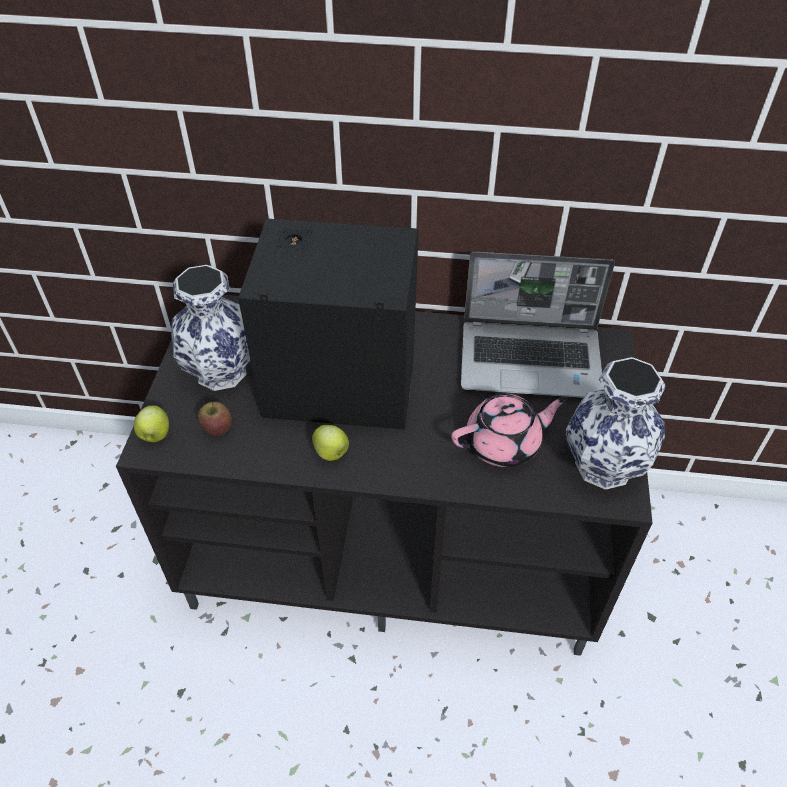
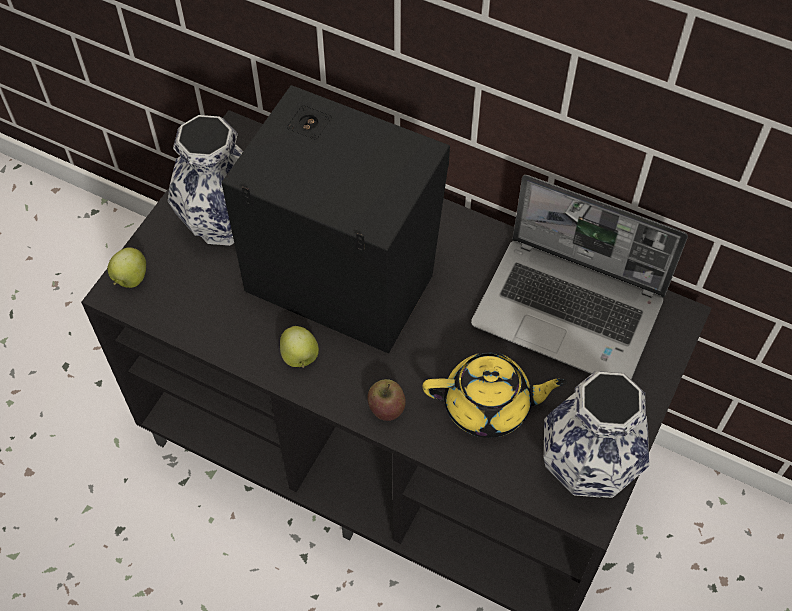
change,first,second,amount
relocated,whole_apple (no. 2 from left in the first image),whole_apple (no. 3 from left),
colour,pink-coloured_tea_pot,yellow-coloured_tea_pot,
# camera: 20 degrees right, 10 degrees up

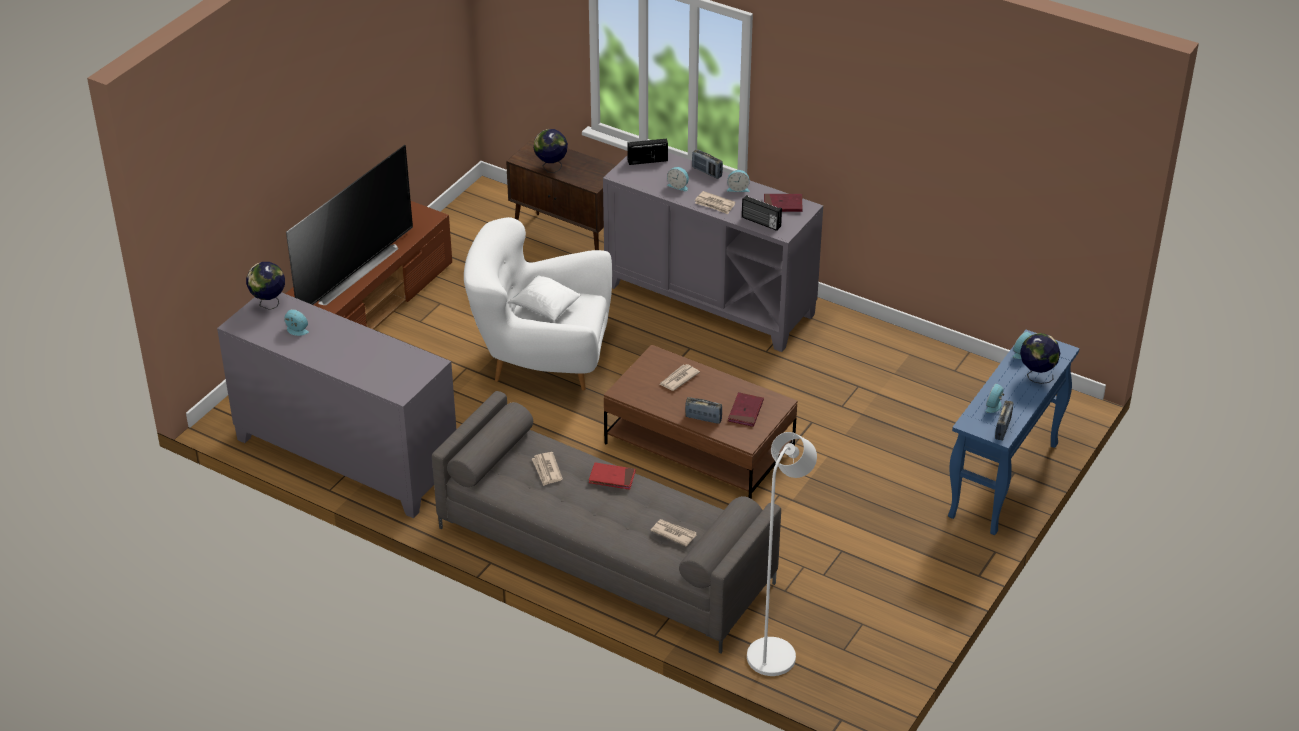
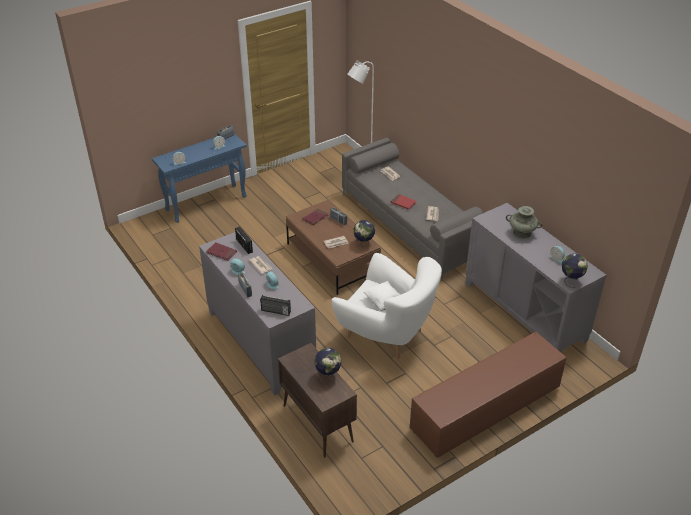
change,first,second,amount
missing,TV,,
relocated,globe (no. 3 from left in the first image),globe (no. 2 from left),
appeared,,turquoise-coloured_decorative_vase,
# camera: 155 degrees left, 0 degrees up

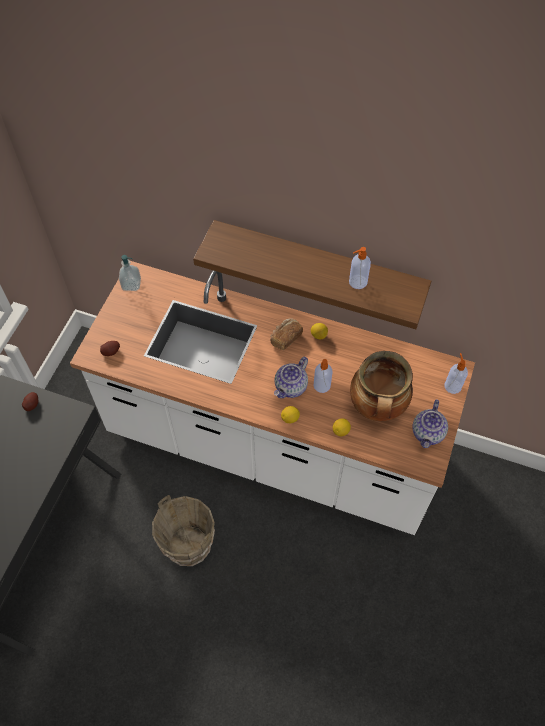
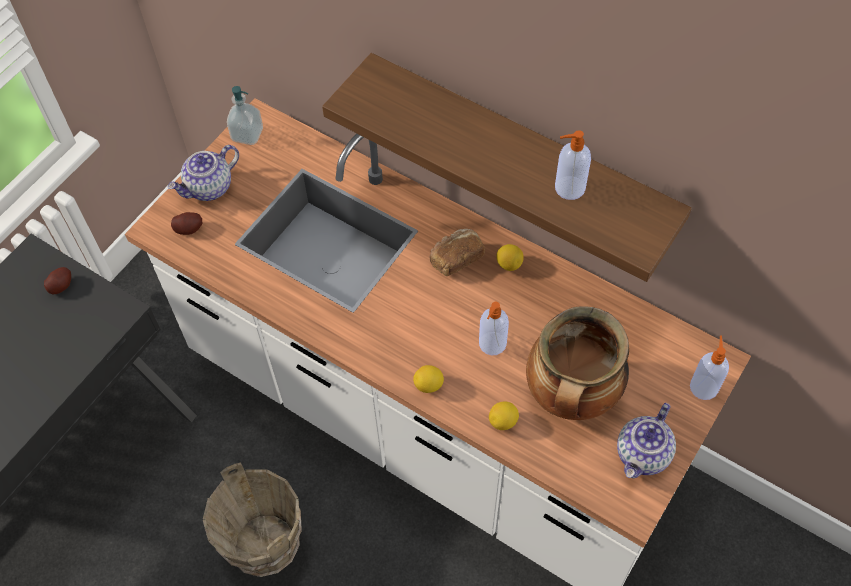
change,first,second,amount
relocated,tea_pot (no. 1 from left),,
# camera: 15 degrees right, 0 degrees up

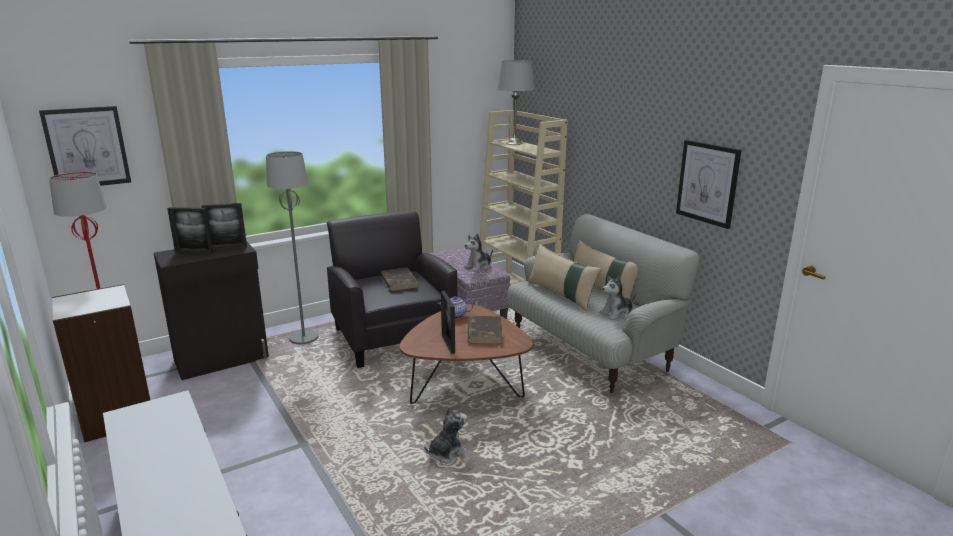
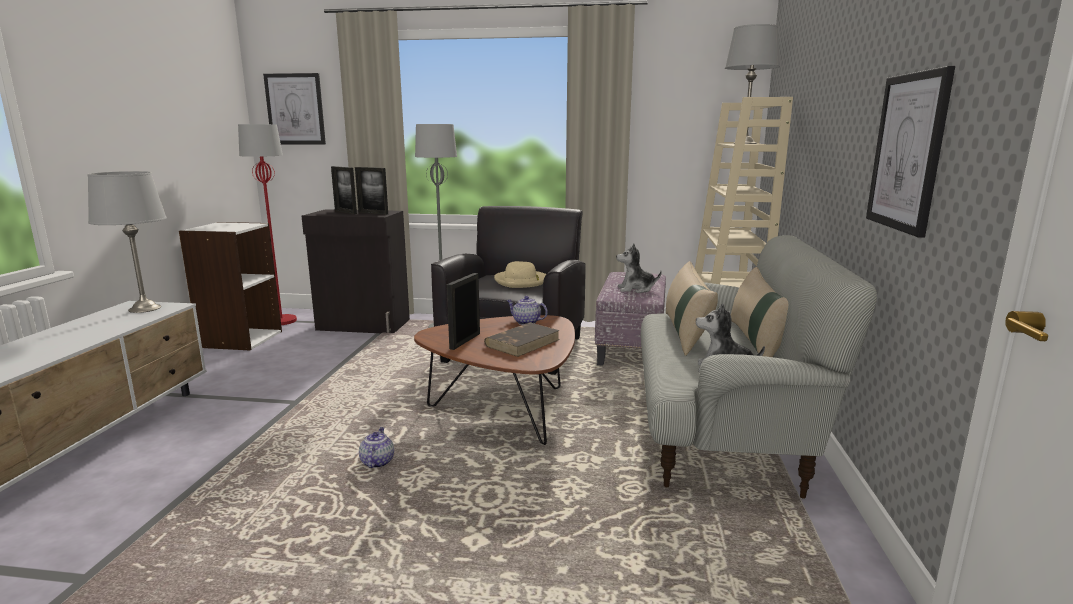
change,first,second,amount
exchanged,brown-coloured_bound_book (no. 1 from left),beige_clothing_hat,
exchanged,plush_toy (no. 1 from left),tea_pot (no. 1 from left),
appeared,,greyish_table_lamp (no. 1 from left),
# camera: 40 degrees right, 5 degrees down

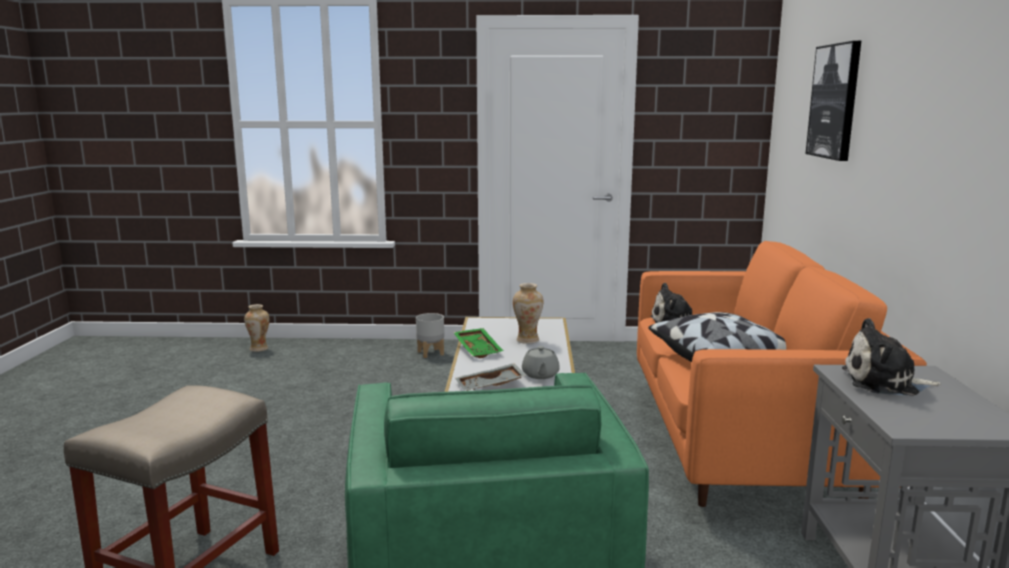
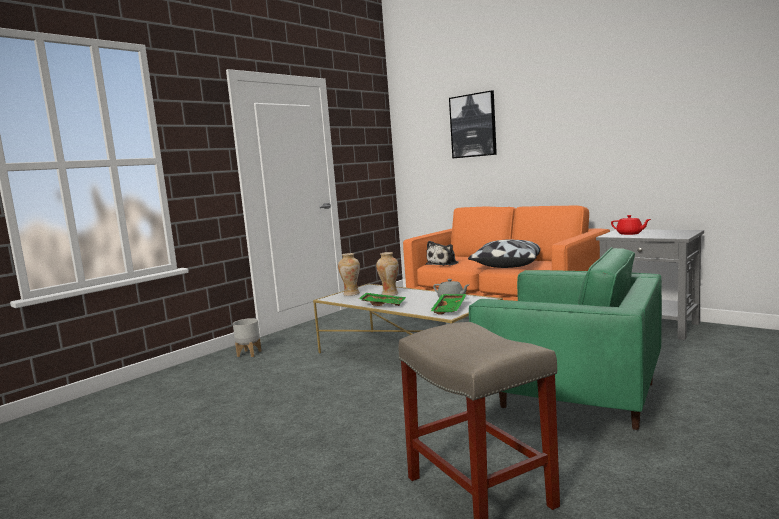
change,first,second,amount
relocated,decorative_vase (no. 1 from left),,
colour,greyish_serving_tray,green-coloured_serving_tray (no. 2 from left),
exchanged,plush_toy (no. 2 from left),red-coloured_tea_pot,
# camera: 50 degrees left, 5 degrees down

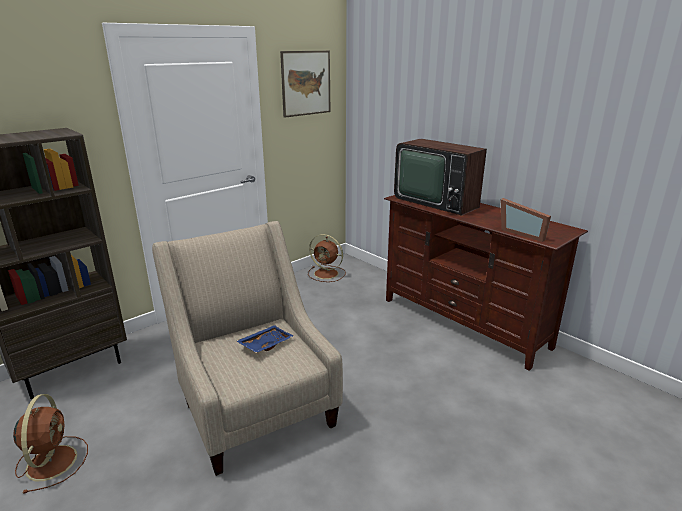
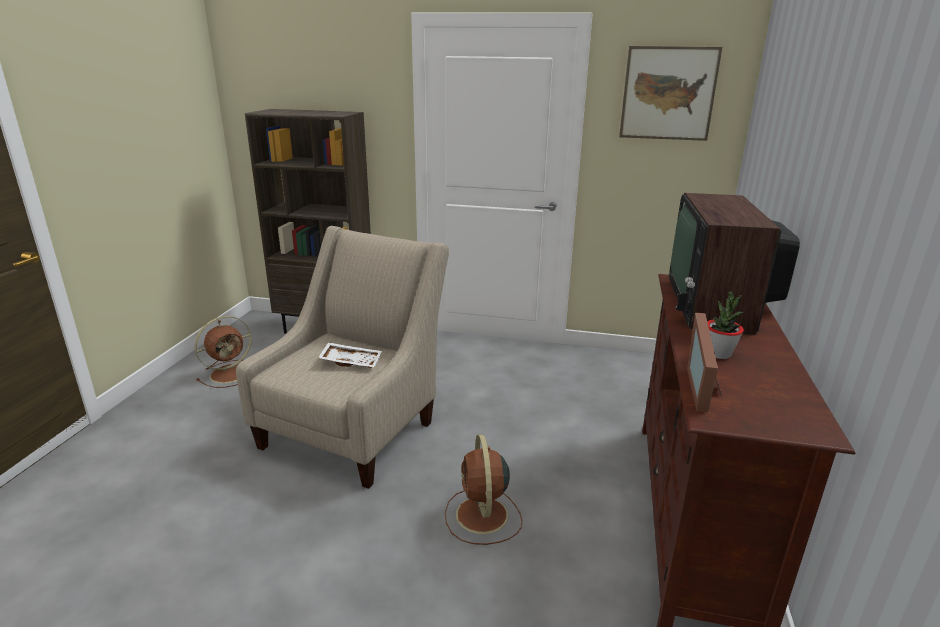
change,first,second,amount
colour,blue_serving_tray,white_serving_tray,
relocated,brown-coloured_cooling_fan (no. 2 from left),,
appeared,,houseplant,
# camera: 55 degrees right, 0 degrees up

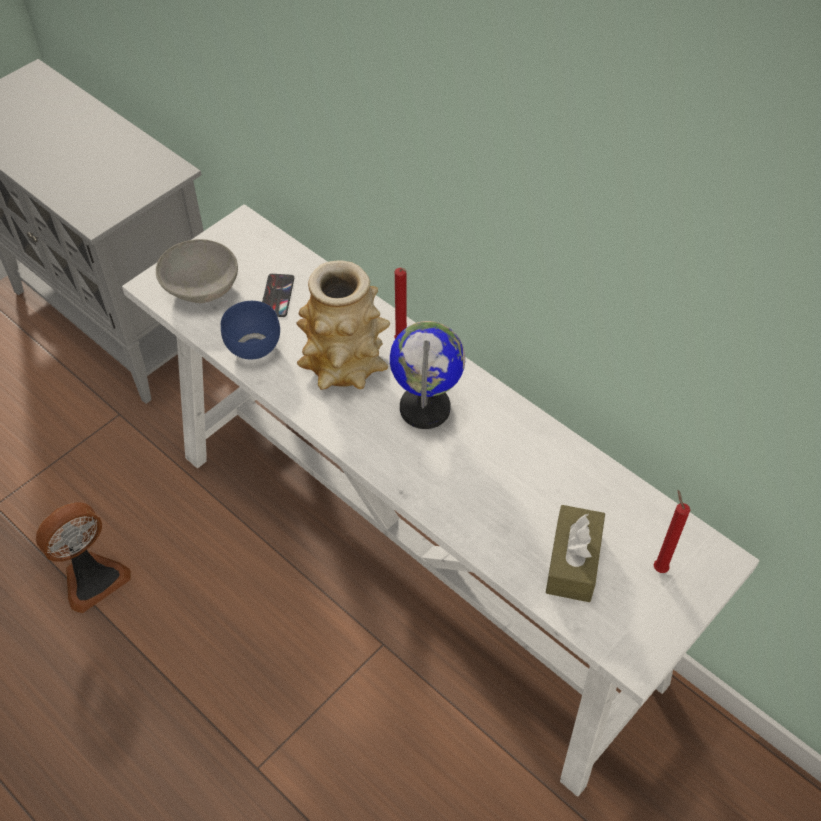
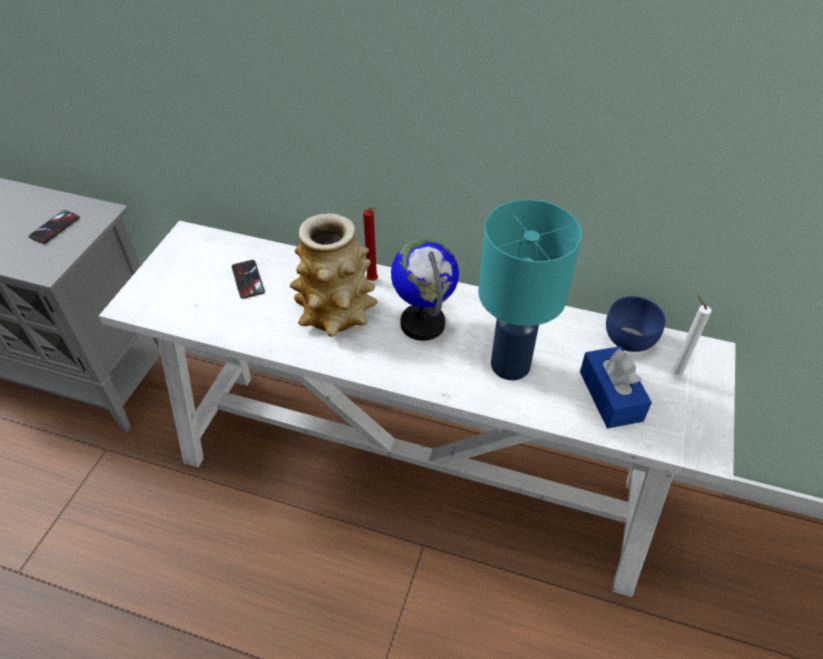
change,first,second,amount
missing,cooling_fan,,
missing,greyish_deep_dish,,
relocated,blue_deep_dish,,
colour,brown-coloured_box_of_tissues,blue_box_of_tissues,
colour,red-coloured_wax_light (no. 2 from left),white_wax_light,
appeared,,phone (no. 1 from left),
appeared,,turquoise-coloured_table_lamp,
# camera: 25 degrees left, 5 degrees down

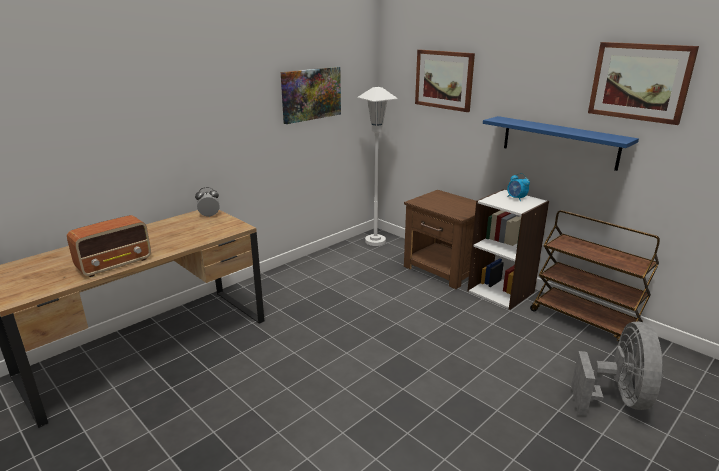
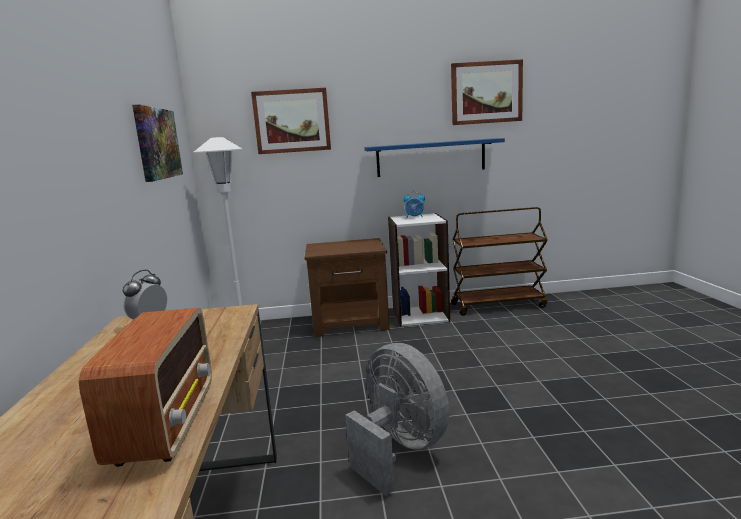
change,first,second,amount
relocated,greyish_cooling_fan,,
# camera: 50 degrees left, 10 degrees down

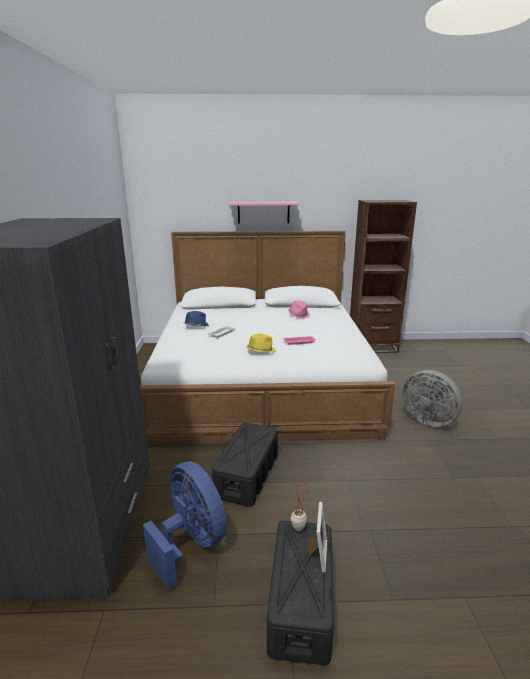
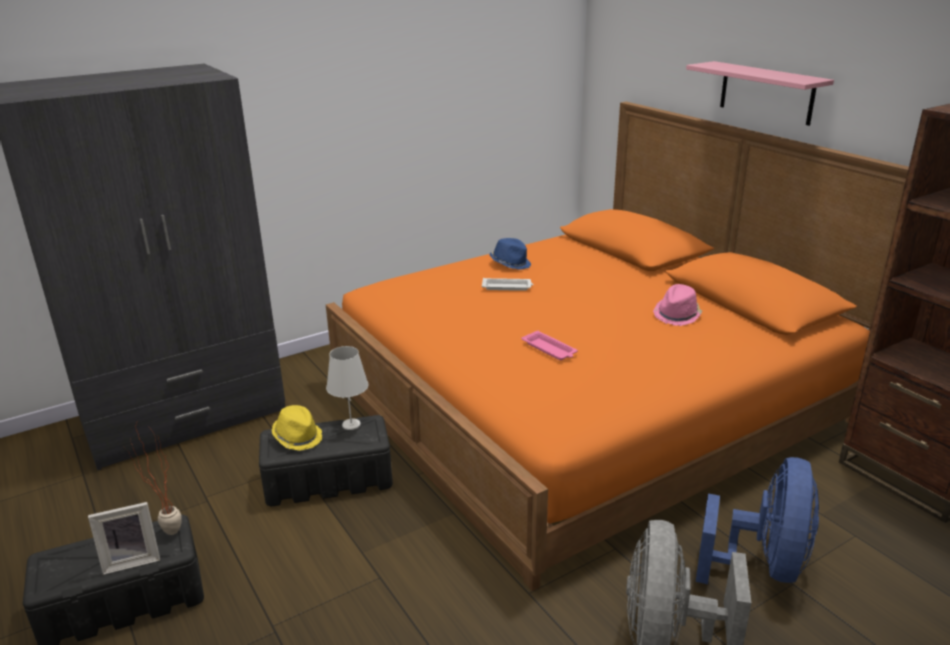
change,first,second,amount
colour,white_bedroom_bed,orangey_bedroom_bed,
relocated,blue_cooling_fan,,
relocated,yellow-coloured_clothing_hat,,
appeared,,white_table_lamp,
# camera: 60 degrees right, 5 degrees up

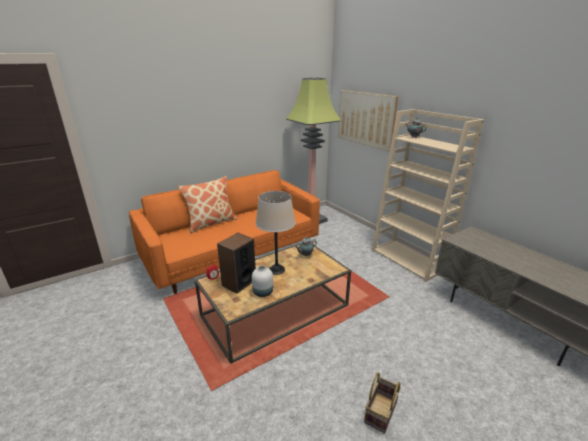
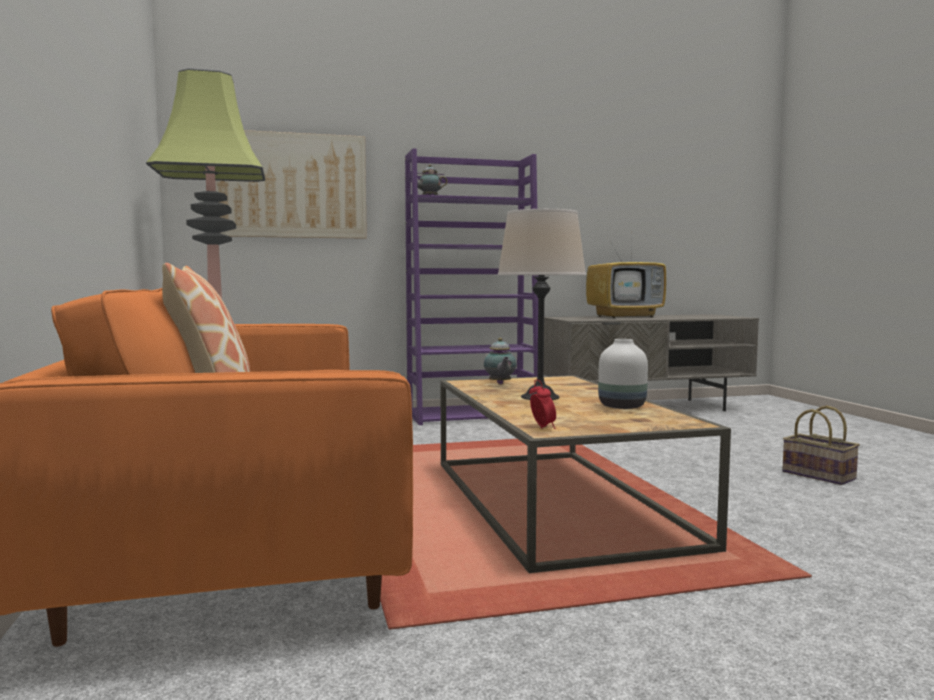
change,first,second,amount
missing,audio_speaker,,
colour,beige_bookshelf,purple-coloured_bookshelf,
appeared,,TV,
# camera: 70 degrees left, 20 degrees down

